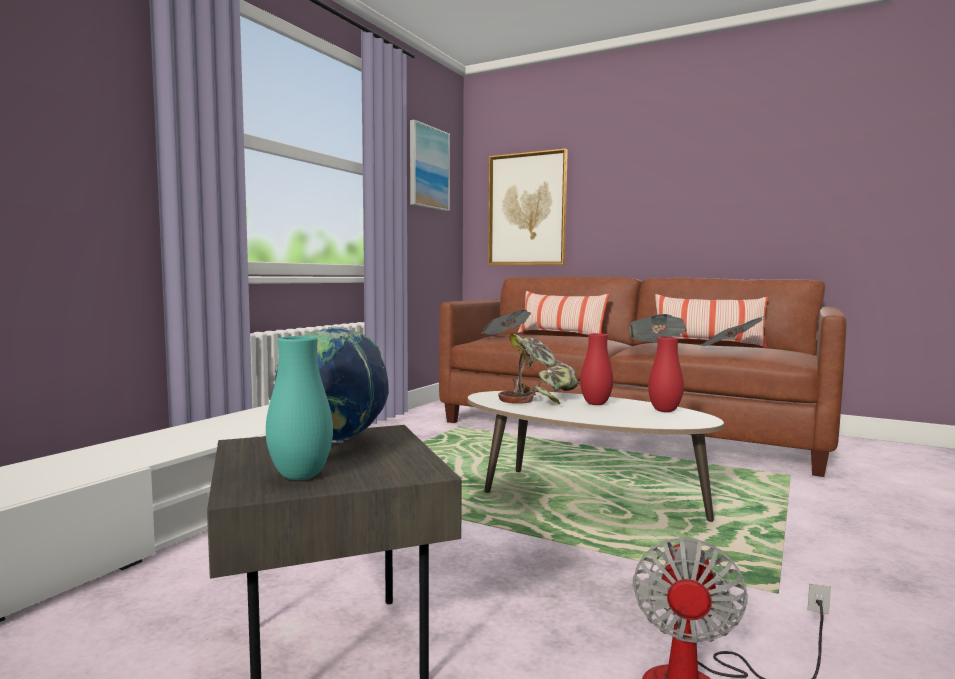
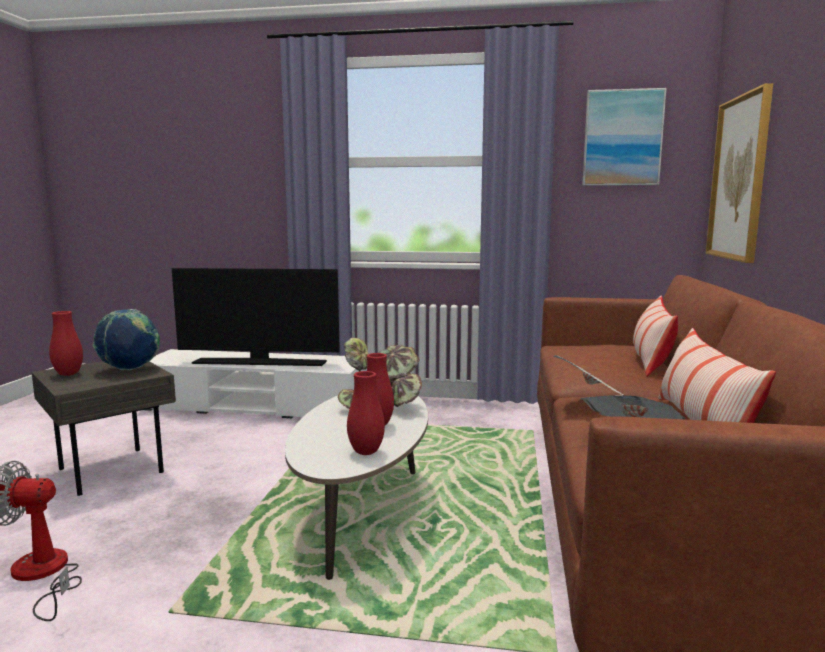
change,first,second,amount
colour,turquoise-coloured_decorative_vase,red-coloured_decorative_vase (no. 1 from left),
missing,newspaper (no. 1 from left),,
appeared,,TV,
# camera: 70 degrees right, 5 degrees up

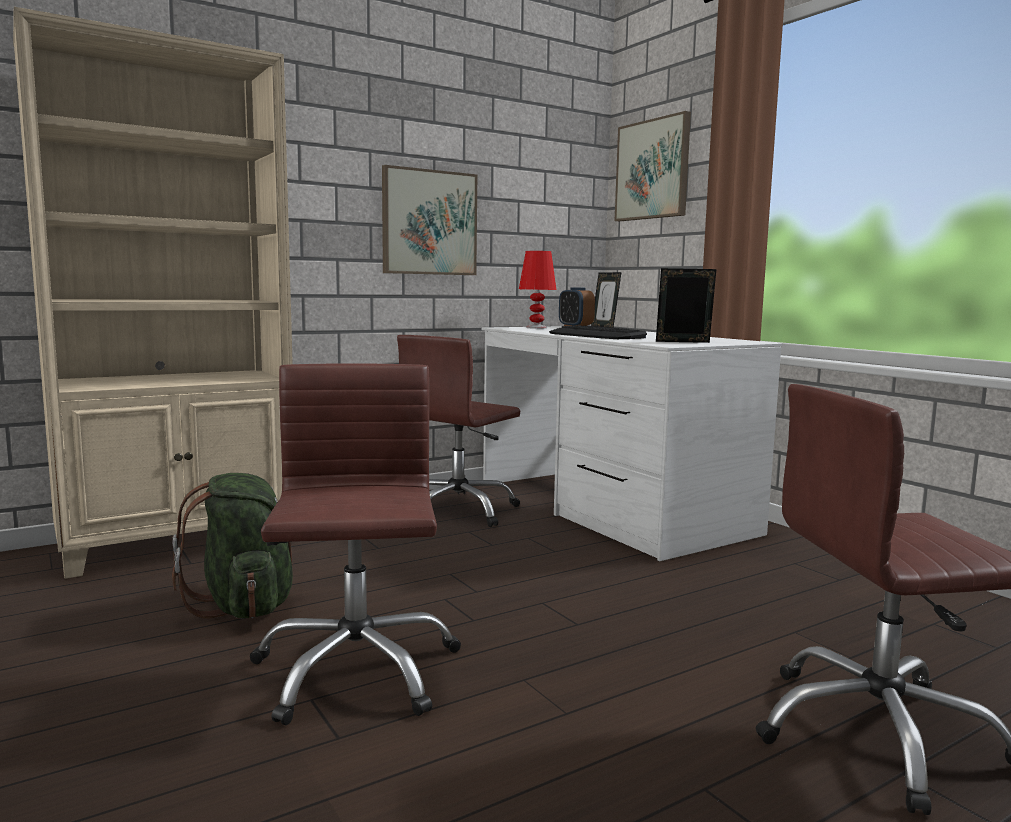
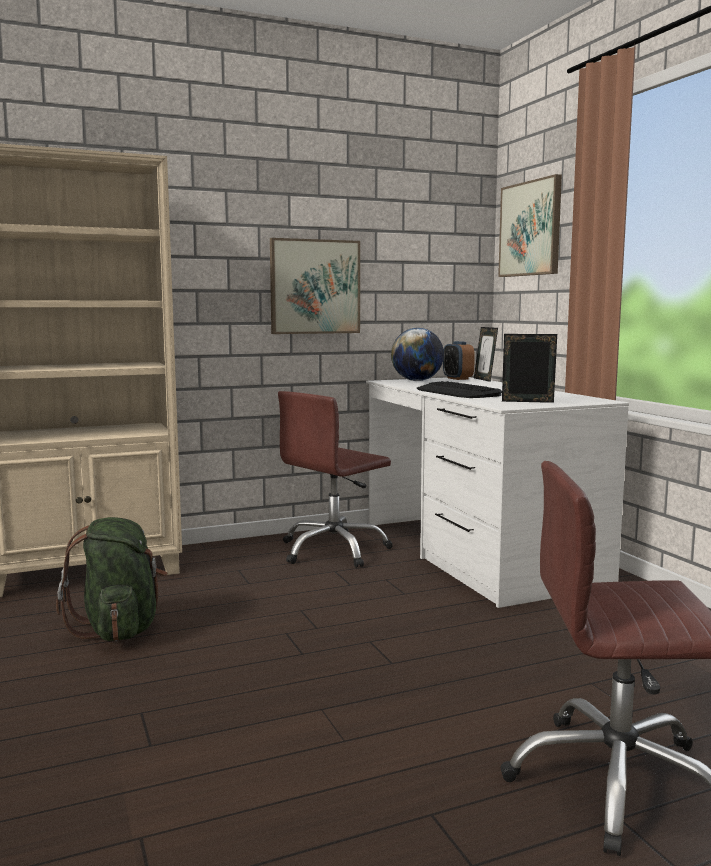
change,first,second,amount
missing,brown-coloured_desk_chair (no. 1 from left),,
exchanged,red-coloured_table_lamp,globe,
# camera: 10 degrees right, 0 degrees up

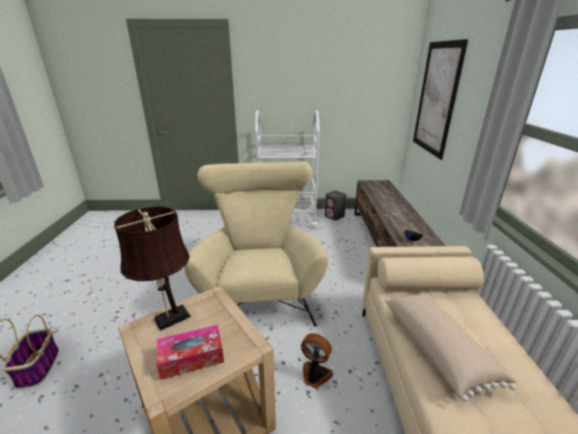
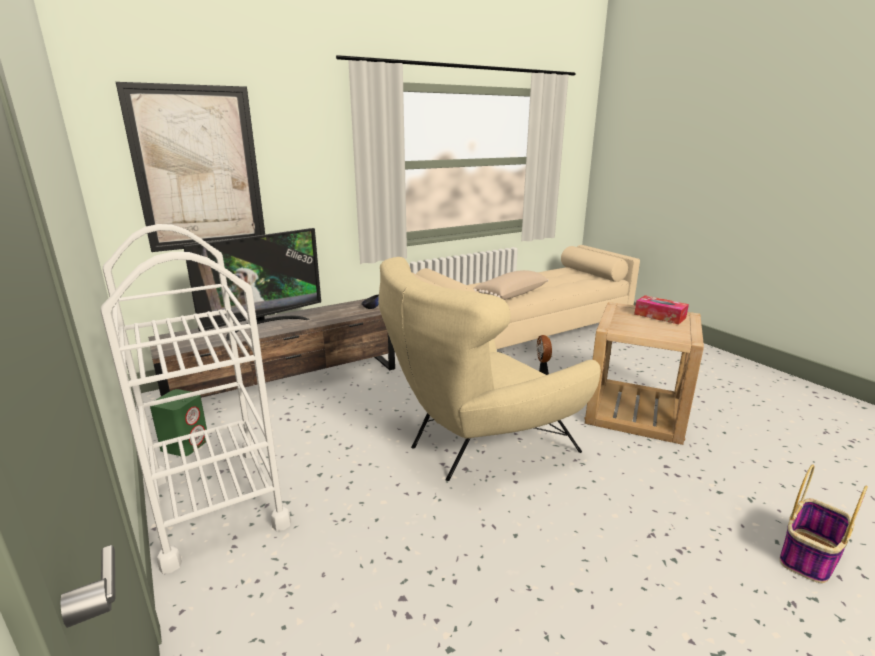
change,first,second,amount
missing,brown-coloured_table_lamp,,
colour,greyish_audio_speaker,green-coloured_audio_speaker,
appeared,,TV,
# camera: 120 degrees left, 5 degrees down

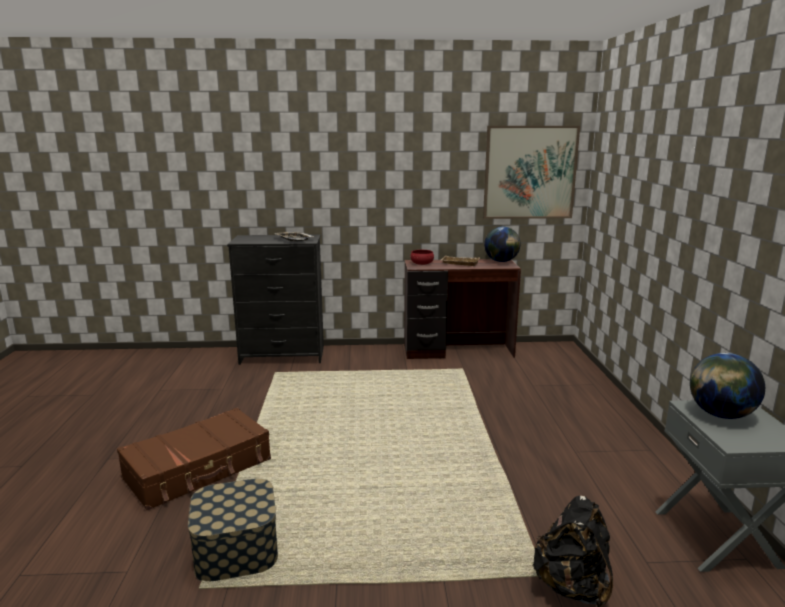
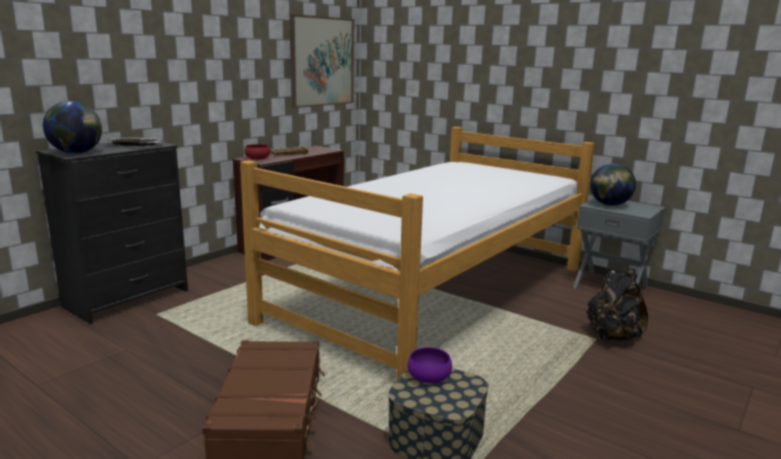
change,first,second,amount
relocated,globe (no. 1 from left),,
appeared,,bedroom_bed,
appeared,,purple-coloured_deep_dish,
# camera: 50 degrees left, 0 degrees up

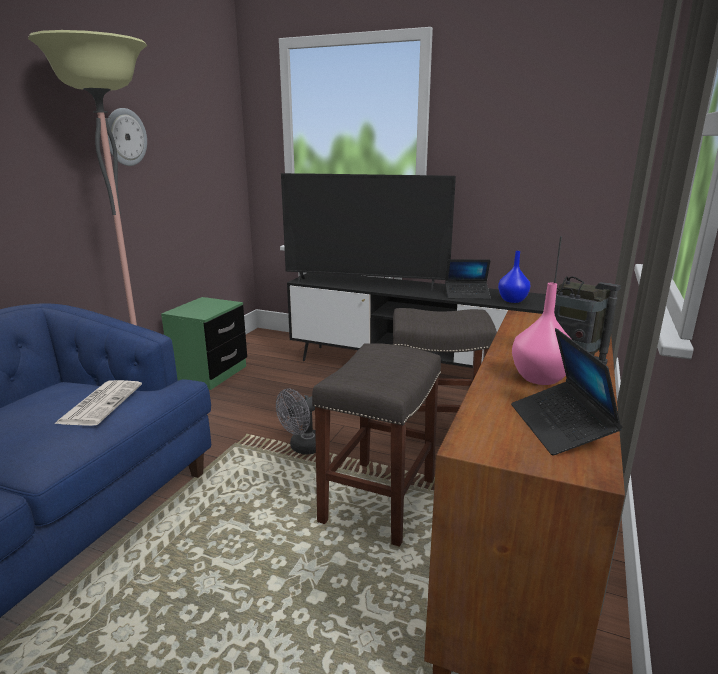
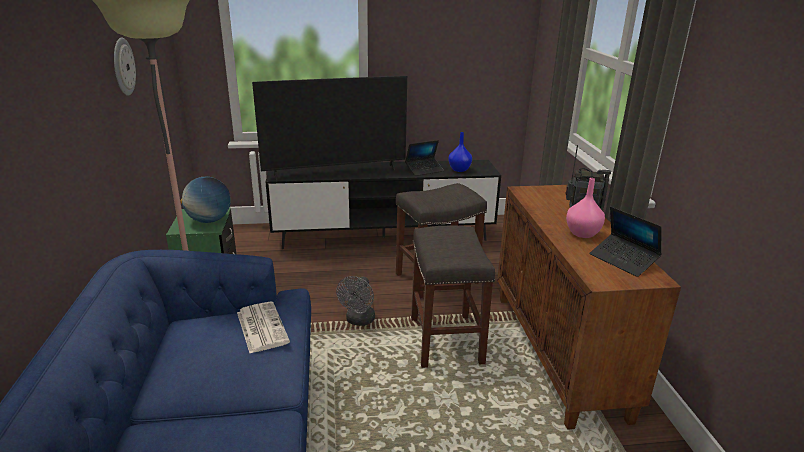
change,first,second,amount
appeared,,globe,
# camera: 30 degrees left, 5 degrees up

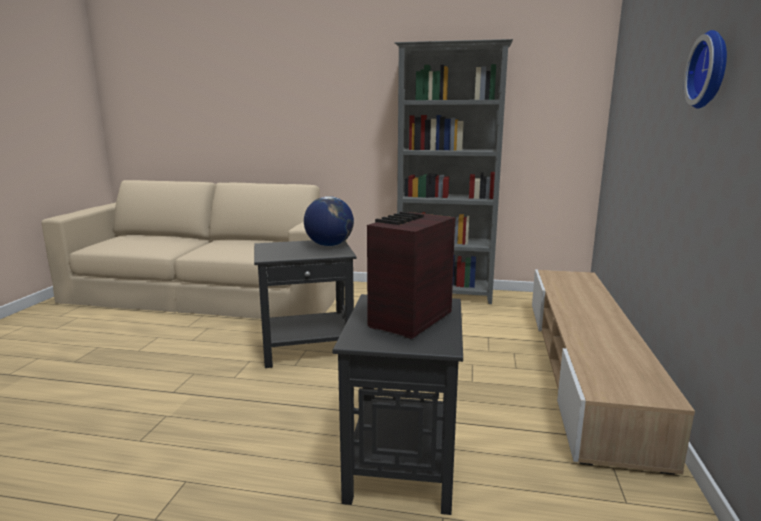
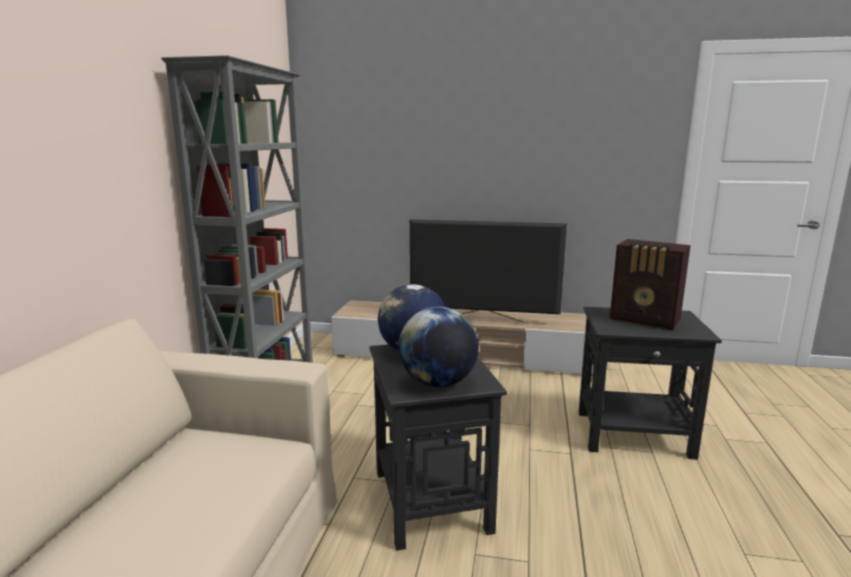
change,first,second,amount
missing,hanging_clock,,
appeared,,globe (no. 2 from left),
appeared,,TV,
# camera: 90 degrees left, 0 degrees up

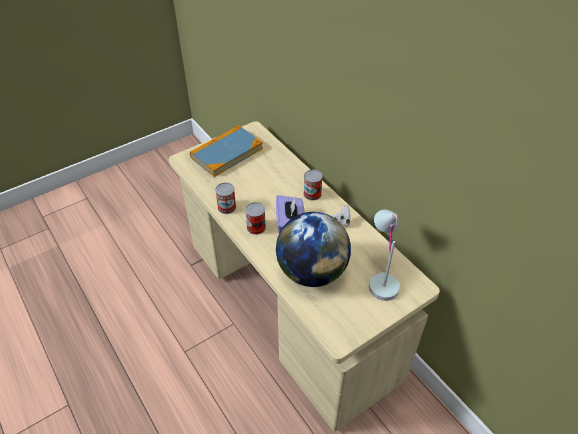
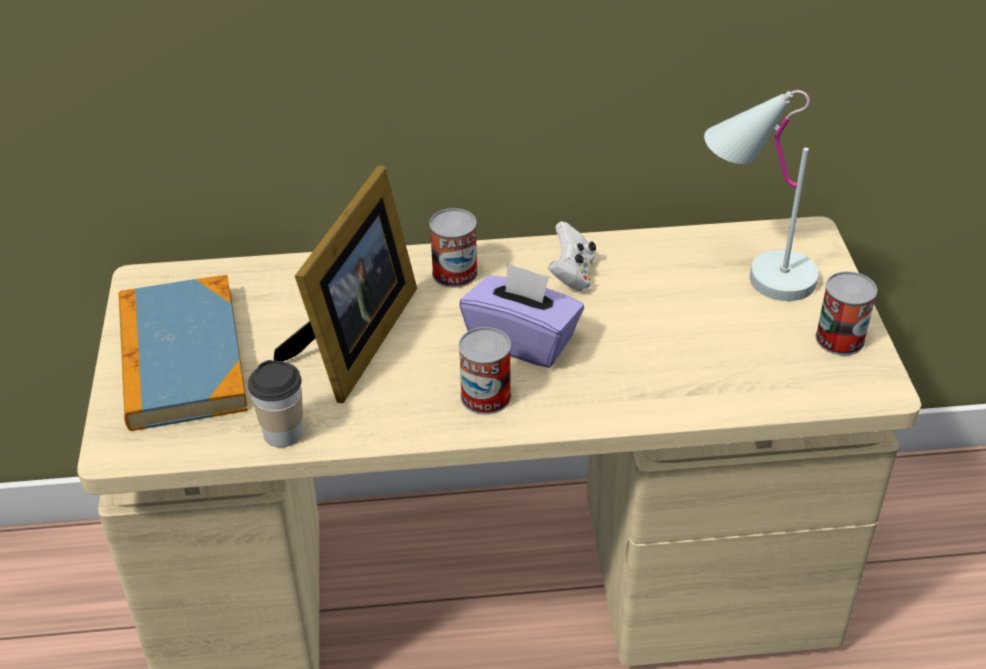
change,first,second,amount
relocated,can (no. 1 from left in the first image),can (no. 3 from left),
missing,globe,,
appeared,,cup,
appeared,,standing_frame,
# camera: 60 degrees left, 5 degrees down

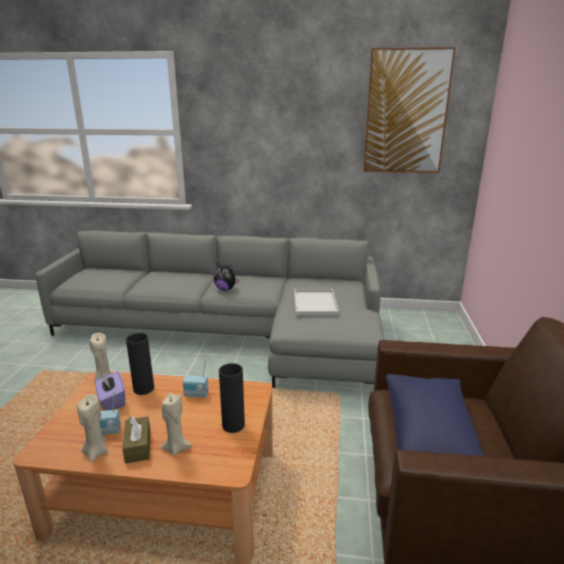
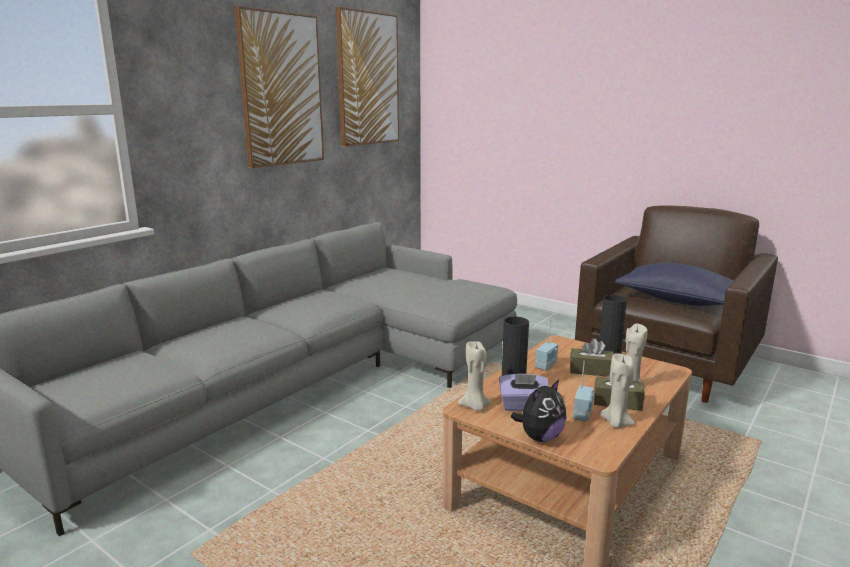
change,first,second,amount
relocated,plush_toy,,
missing,white_serving_tray,,
appeared,,wall_picture (no. 1 from left),
appeared,,brown-coloured_box_of_tissues (no. 1 from left),
# camera: 60 degrees left, 5 degrees down

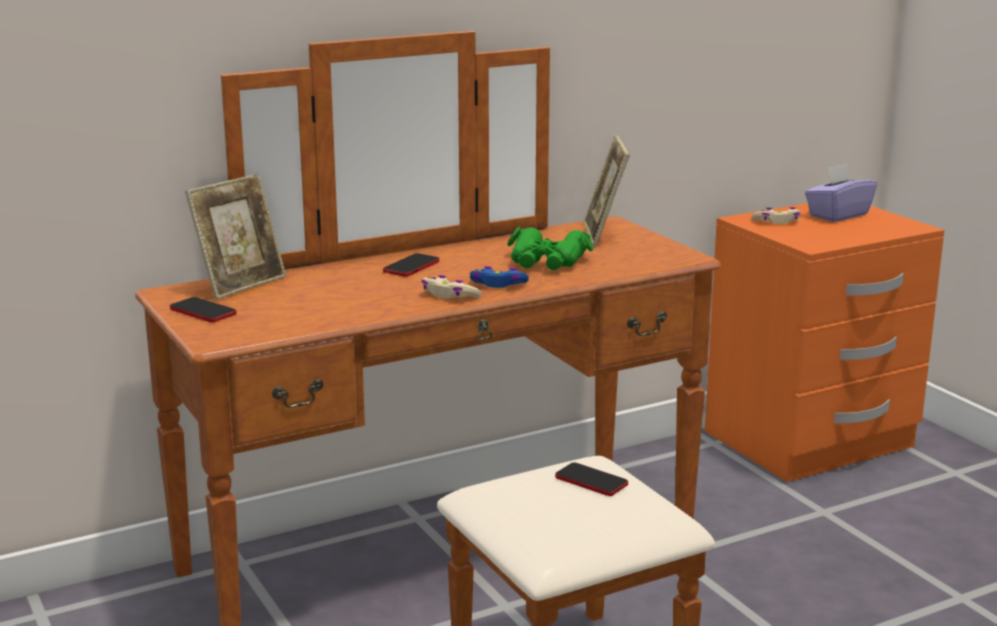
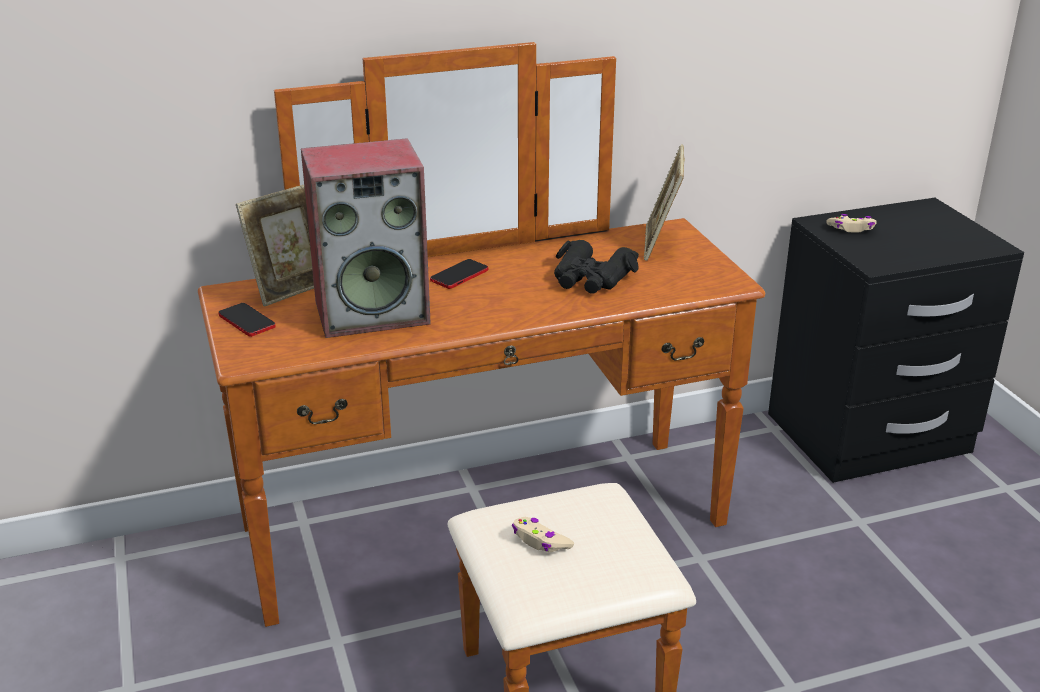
change,first,second,amount
relocated,beige_gamepad (no. 1 from left),,
missing,blue_gamepad,,
colour,green-coloured_pair_of_binoculars,black-coloured_pair_of_binoculars,
missing,phone (no. 3 from left),,
colour,orangey_nightstand,black-coloured_nightstand,
missing,purple-coloured_box_of_tissues,,
appeared,,audio_speaker,
# camera: 10 degrees right, 10 degrees up

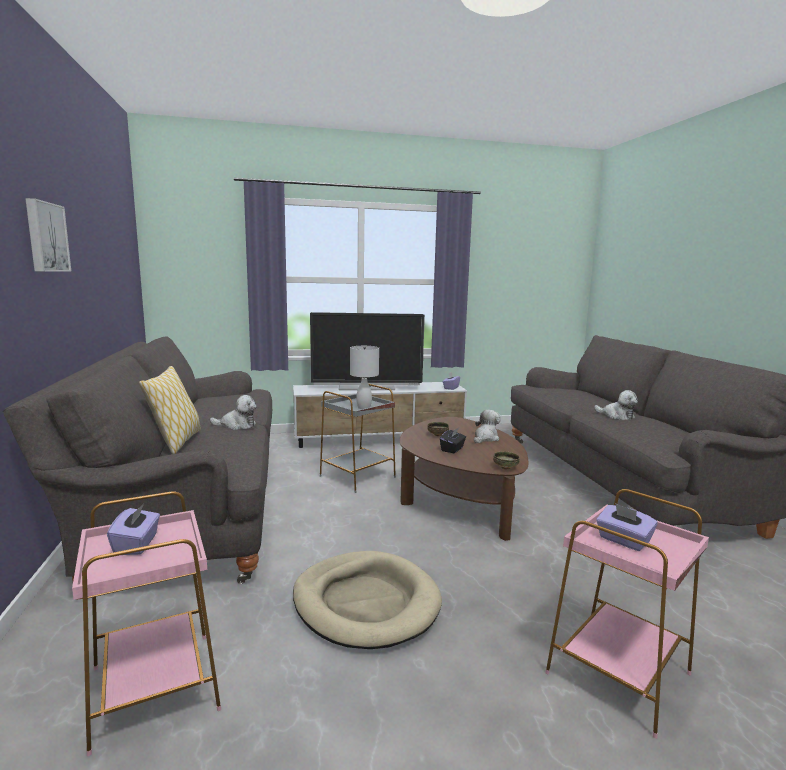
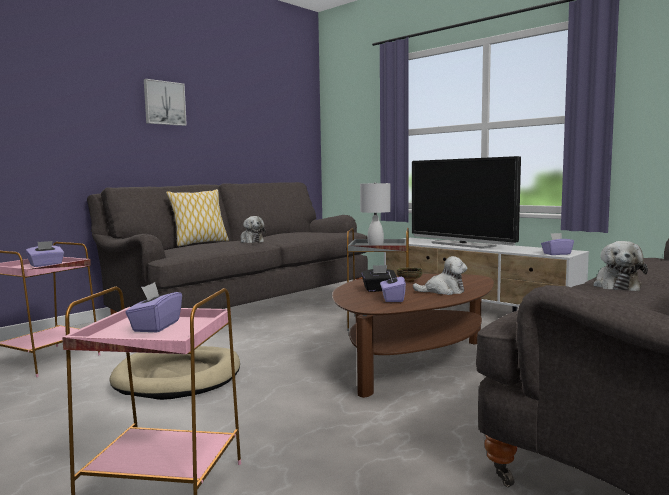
change,first,second,amount
missing,deep_dish (no. 2 from left),,
appeared,,purple-coloured_box_of_tissues (no. 3 from left),
# camera: 55 degrees right, 5 degrees down

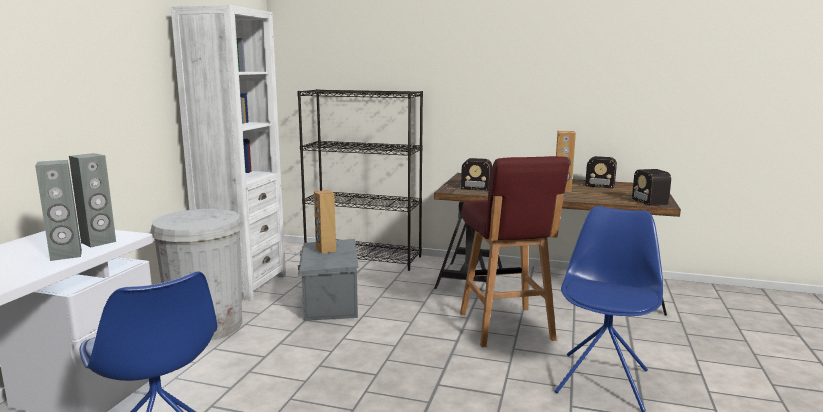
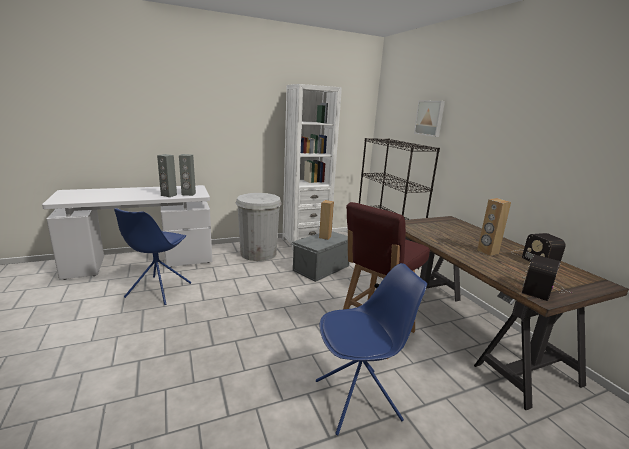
change,first,second,amount
missing,radio_set (no. 1 from left),,
appeared,,wall_picture,
# camera: 50 degrees right, 5 degrees up

